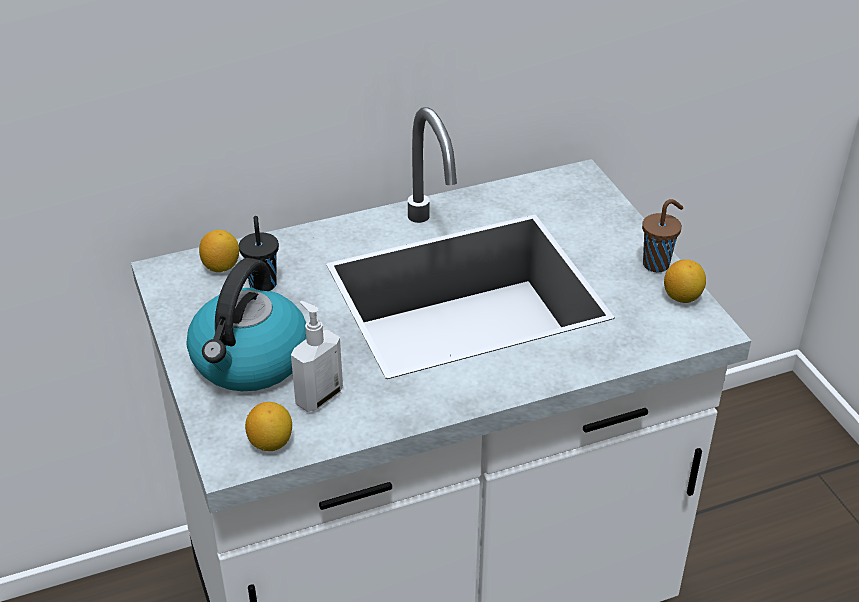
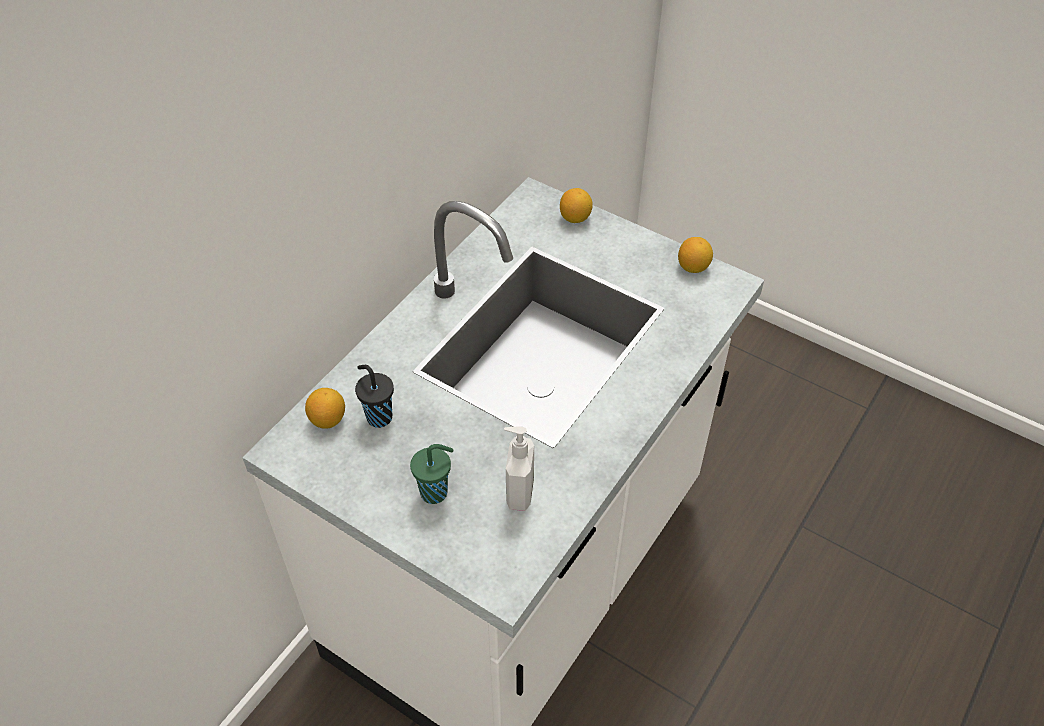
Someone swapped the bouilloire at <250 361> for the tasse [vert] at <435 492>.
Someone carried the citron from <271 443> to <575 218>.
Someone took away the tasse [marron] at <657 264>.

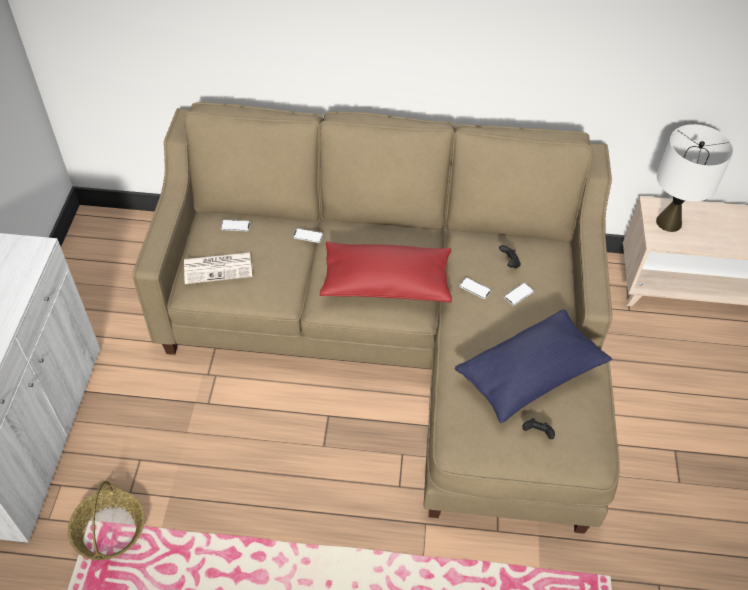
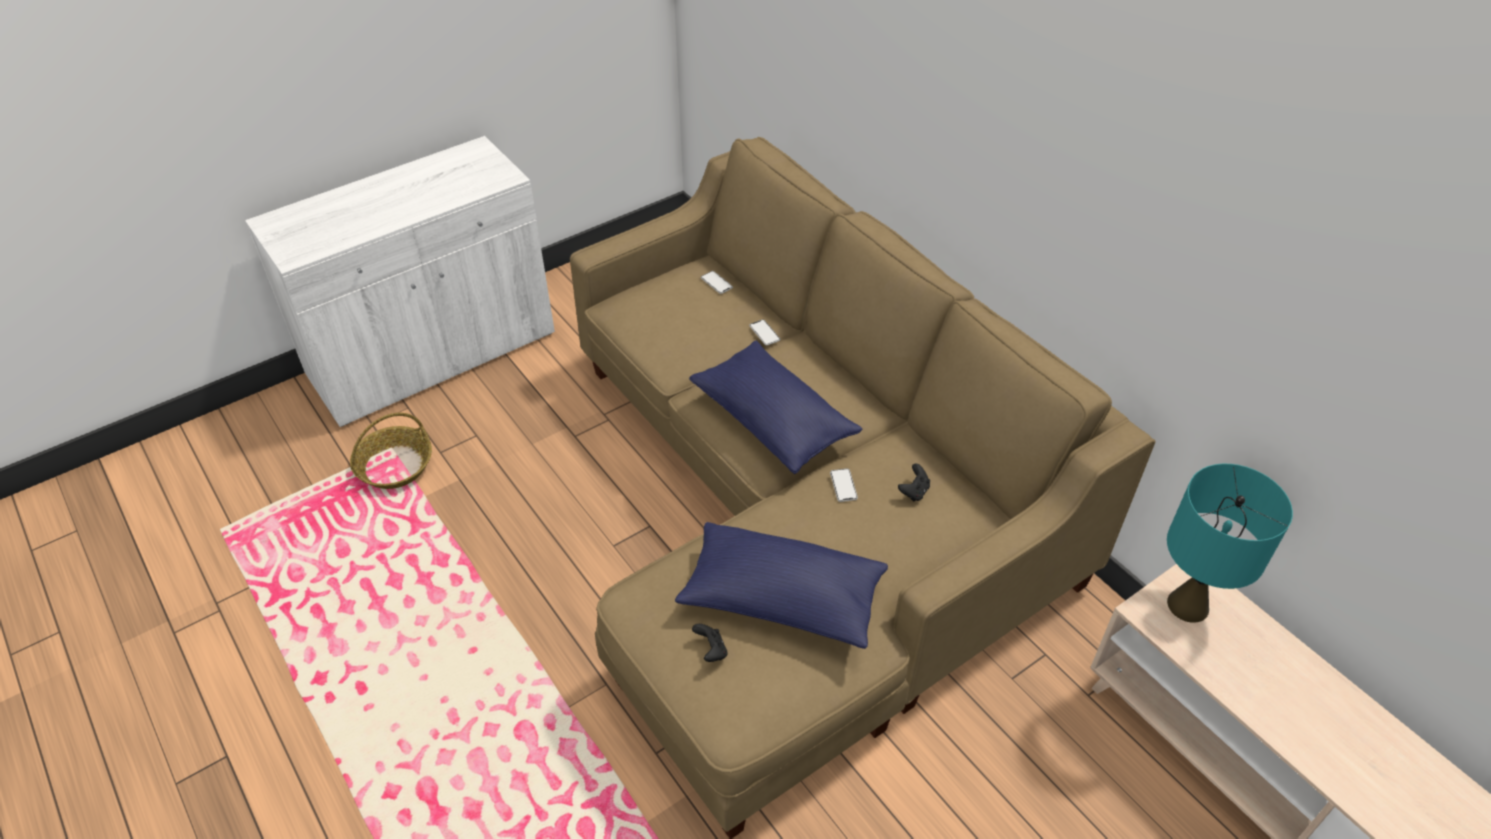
Someone repainted the coussin [rouge] at <386 283>, which became the coussin [bleu] at <773 421>.
Someone repainted the lampe de table [blanc] at <669 222>, which became the lampe de table [turquoise] at <1188 605>.
Someone took away the journal at <219 268>.
Someone took away the téléphone at <518 294>.

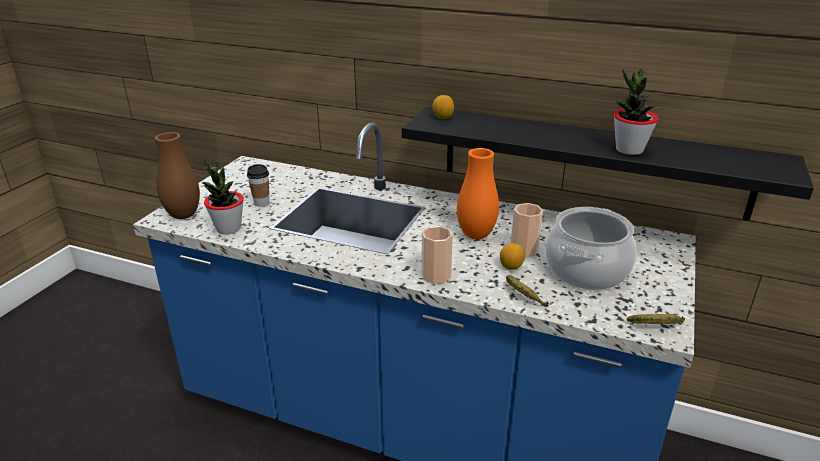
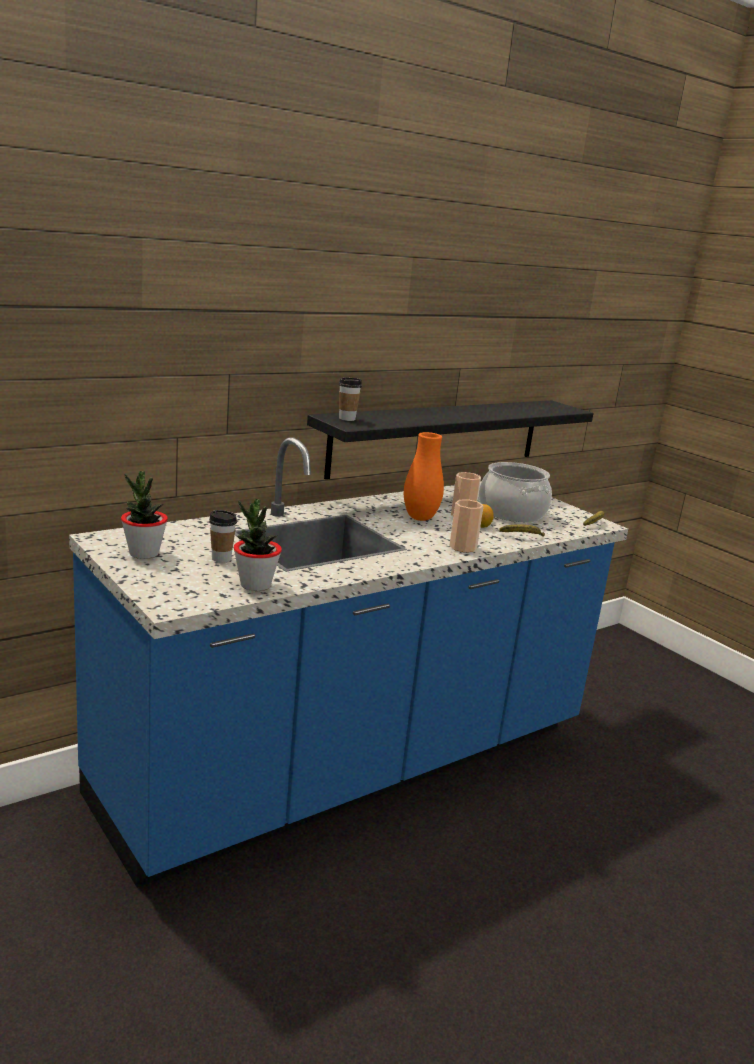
Someone carried the plante en pot from <629 150> to <144 554>.
Someone swapped the citron at <442 117> for the tasse at <347 419>.
Someone took away the vase [marron] at <183 215>.

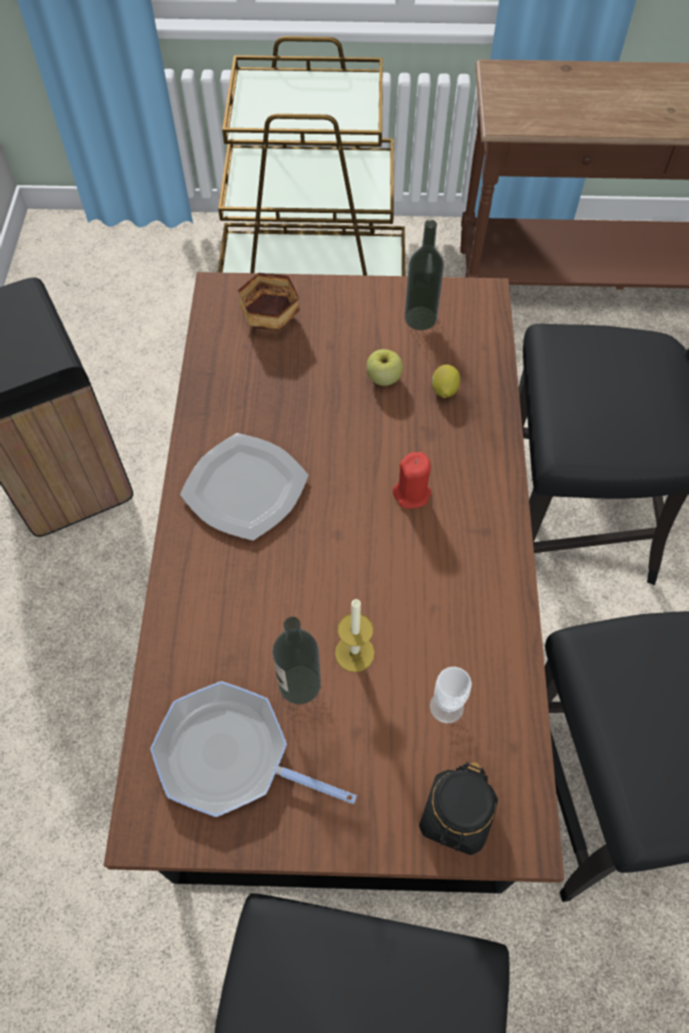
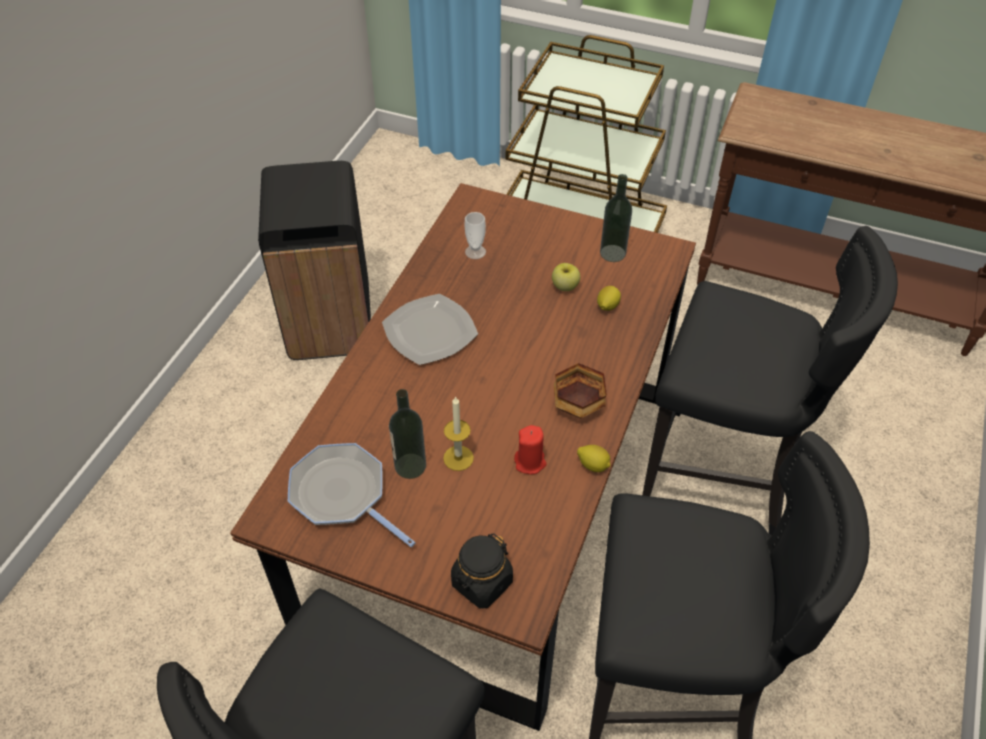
Someone carried the tasse from <446 706> to <475 252>.
Someone carried the bougie [rouge] from <412 494> to <530 462>.
Someone carried the bol from <272 319> to <579 405>.
Someone put down the citron at <593 465>.

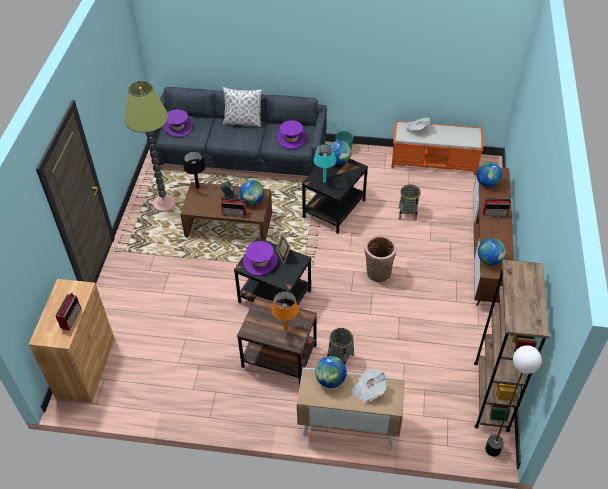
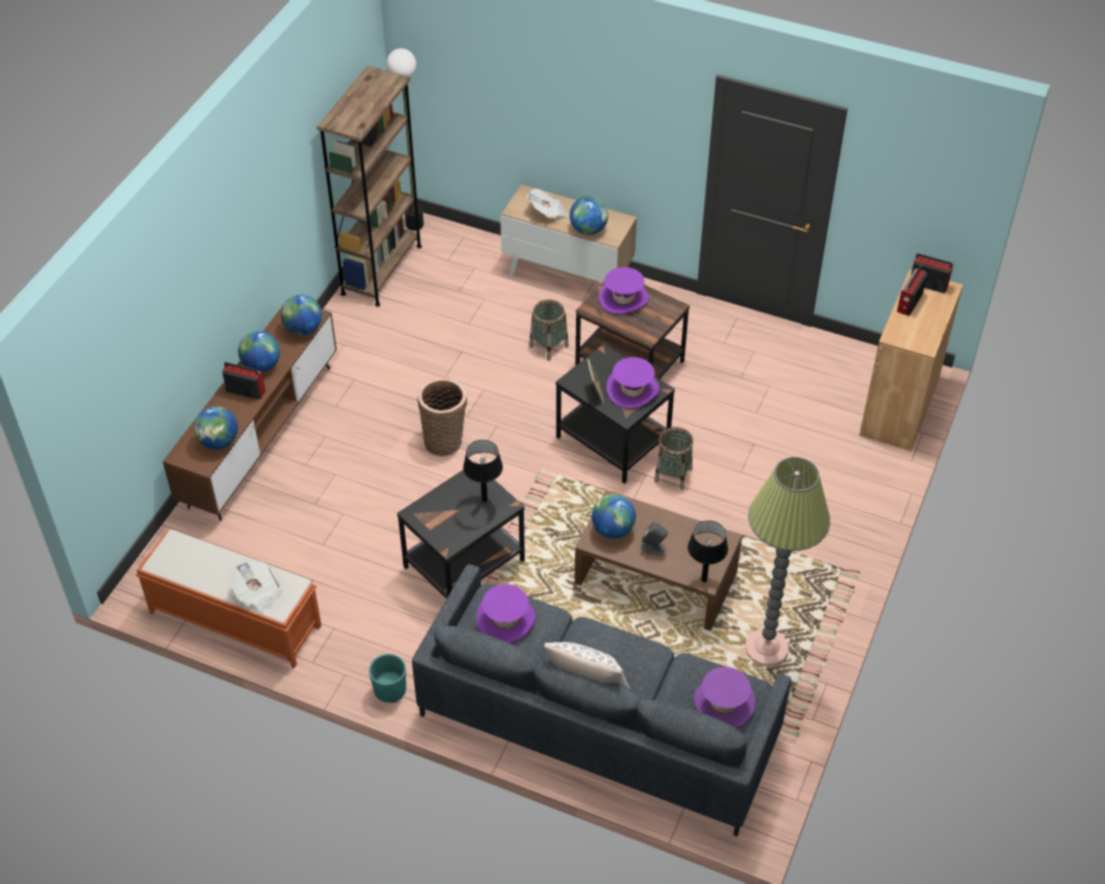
Someone carried the globe from <339 161> to <261 366>.
Someone repainted the lampe de table [turquoise] at <324 181>, which became the lampe de table [noir] at <484 500>.
Someone swapped the lampe de table [orange] at <285 329> for the chapeau [violet] at <623 298>.
Someone carried the panier from <407 213> to <673 475>.
Someone carried the radio from <235 213> to <927 284>.

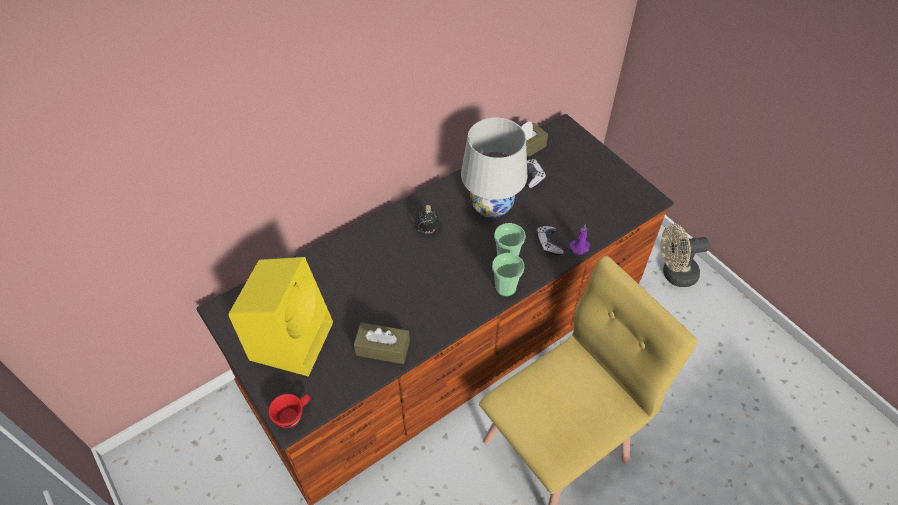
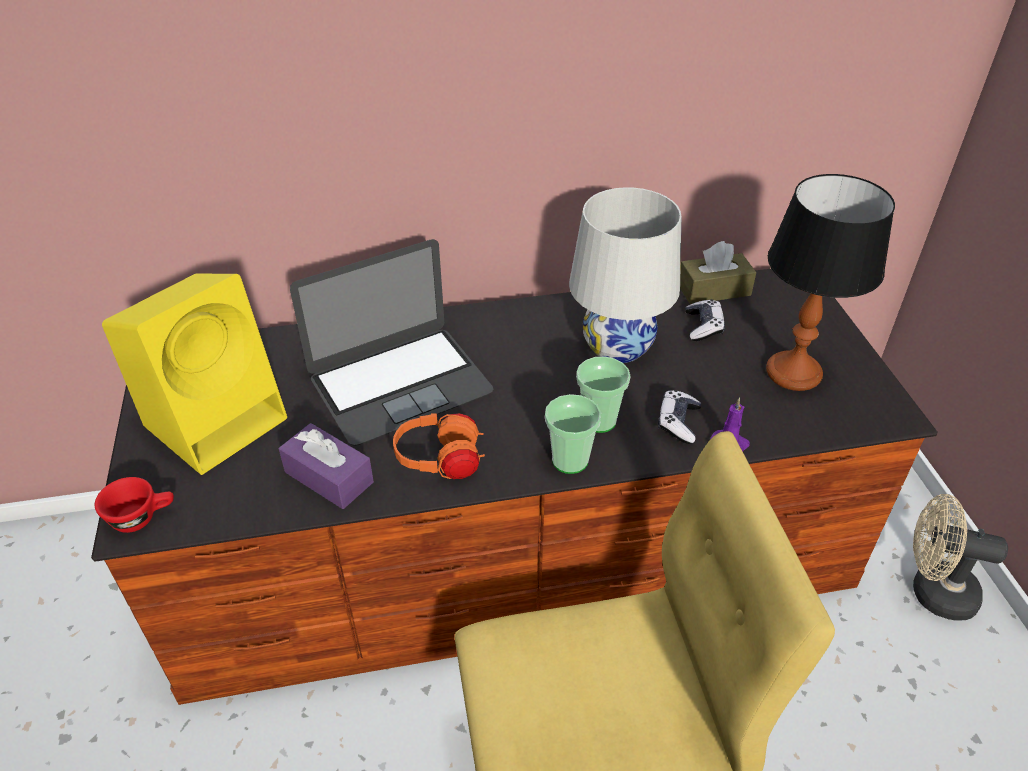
Someone repainted the boîte à mouchoirs [marron] at <382 348>, which became the boîte à mouchoirs [violet] at <329 477>.
Someone put down the ordinateur portable at <400 384>.
Someone put down the casque audio [orange] at <440 461>.
Someone put down the lampe de table at <793 372>.
Someone took away the mug [noir] at <428 228>.

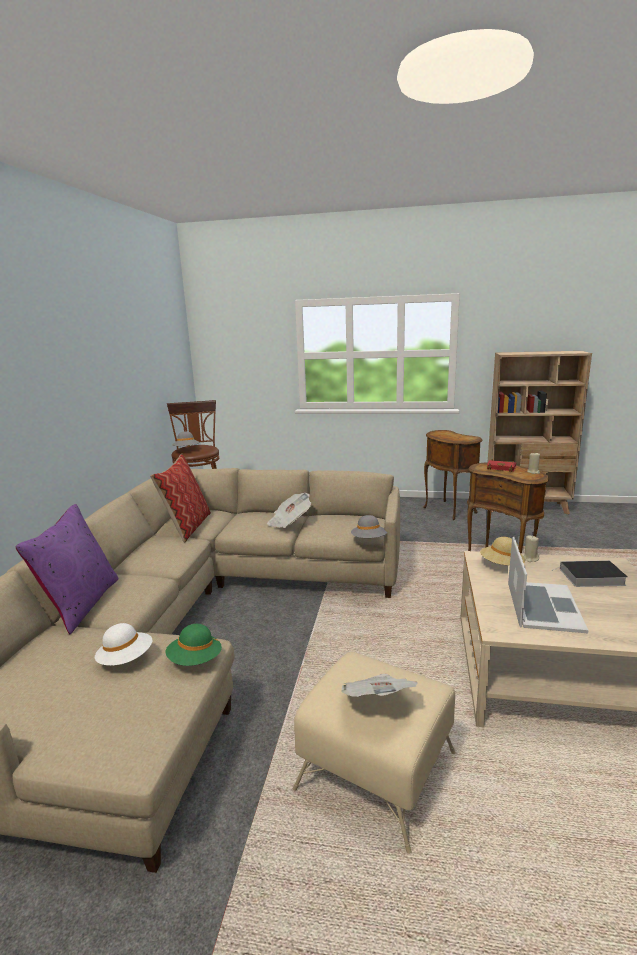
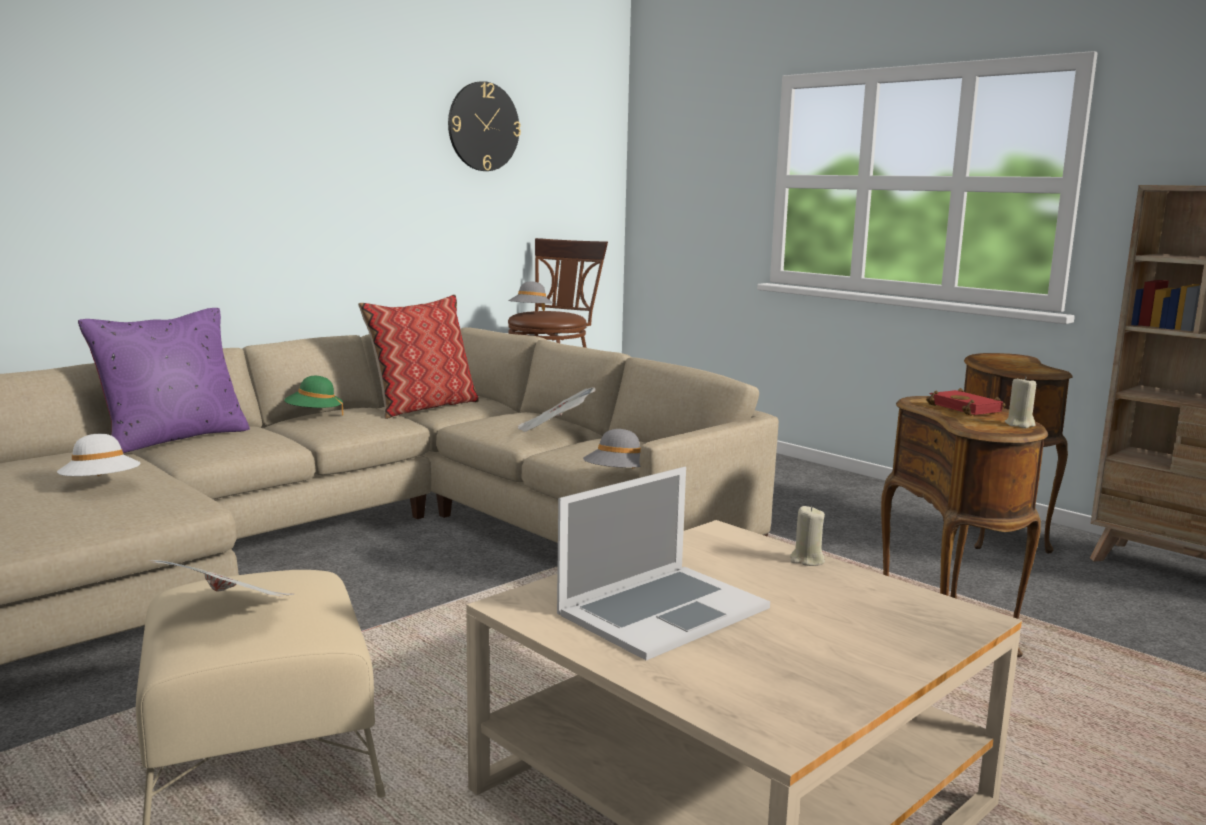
Someone carried the chapeau [vert] from <195 660> to <314 415>.
Someone put up the horloge murale at <483 126>.
Someone took away the chapeau [beige] at <501 565>.
Someone took away the livre at <590 577>.

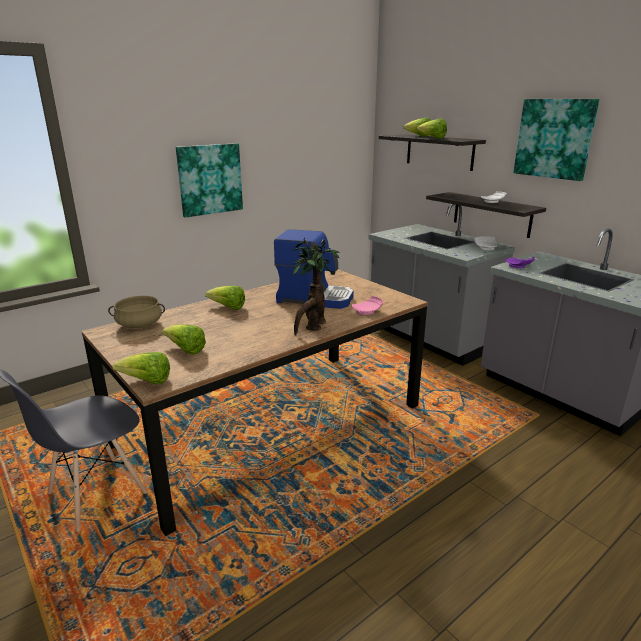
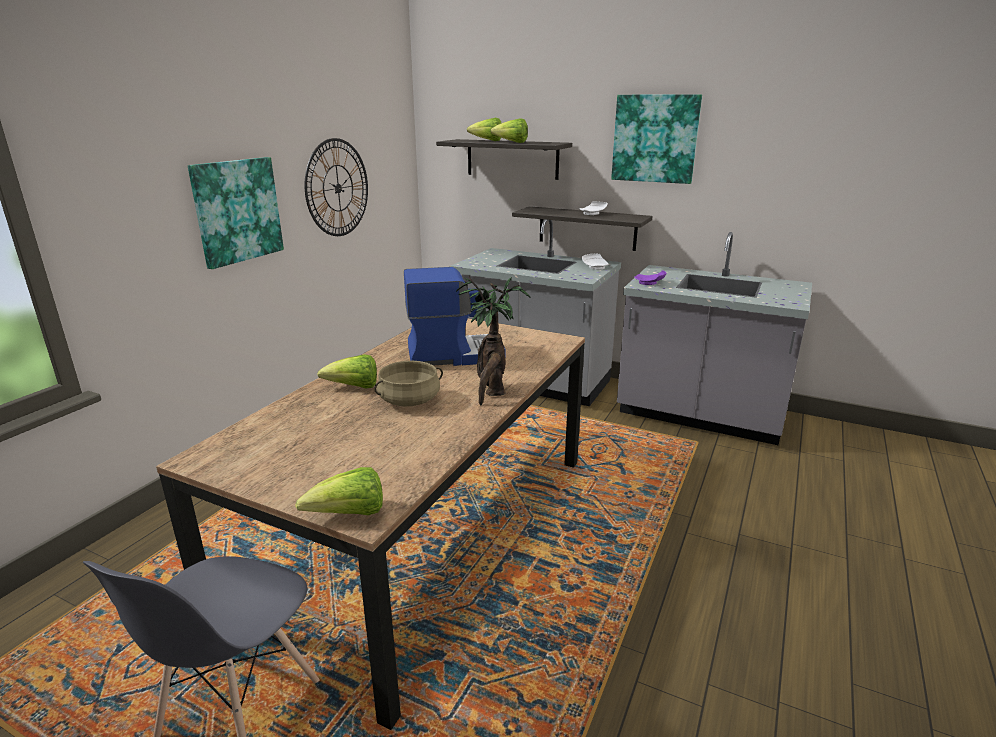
Someone put up the horloge murale at <337 188>.
Someone carried the marmite [beige] from <139 325> to <409 401>.
Someone took away the laitue at <186 350>.
Someone took away the assiette [rose] at <367 311>.

